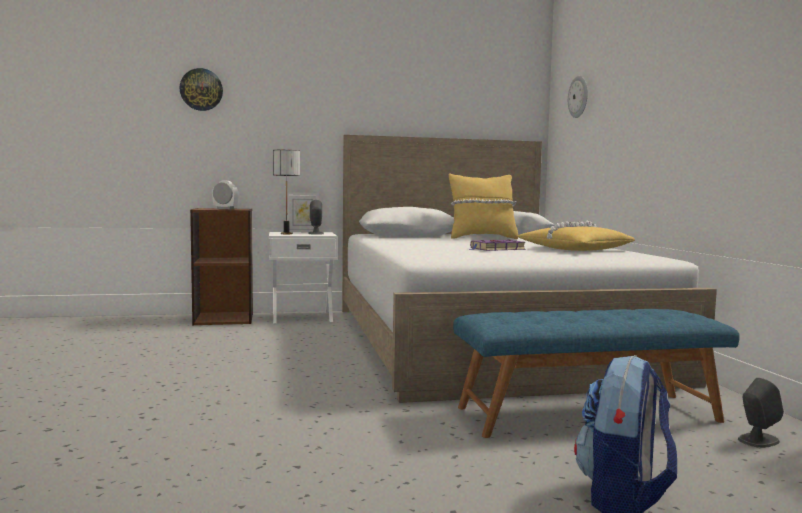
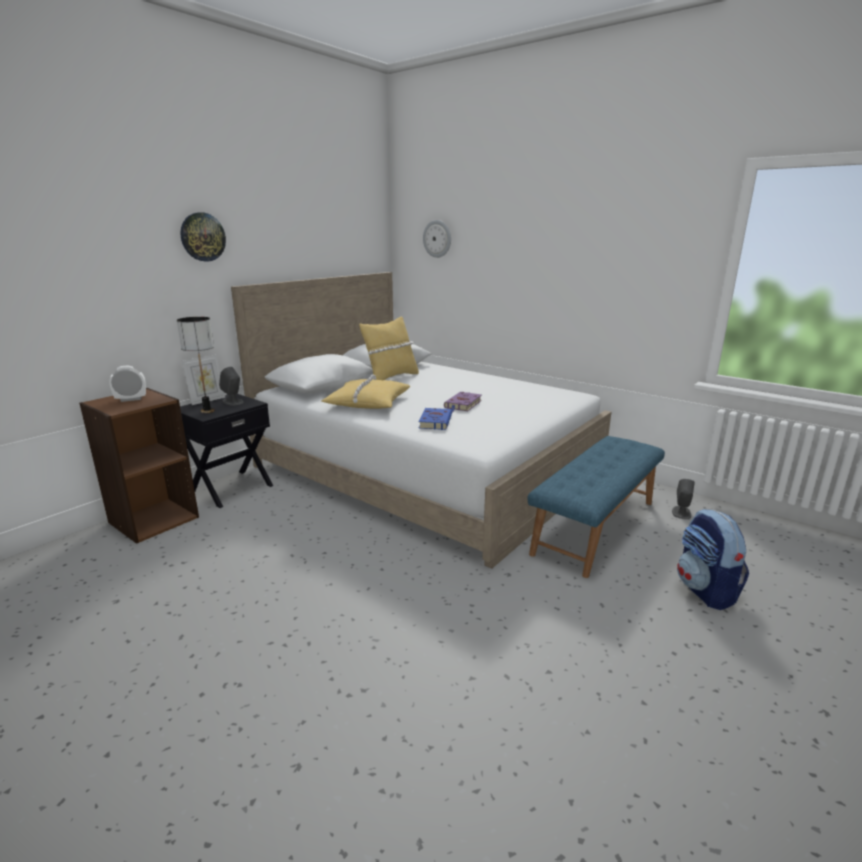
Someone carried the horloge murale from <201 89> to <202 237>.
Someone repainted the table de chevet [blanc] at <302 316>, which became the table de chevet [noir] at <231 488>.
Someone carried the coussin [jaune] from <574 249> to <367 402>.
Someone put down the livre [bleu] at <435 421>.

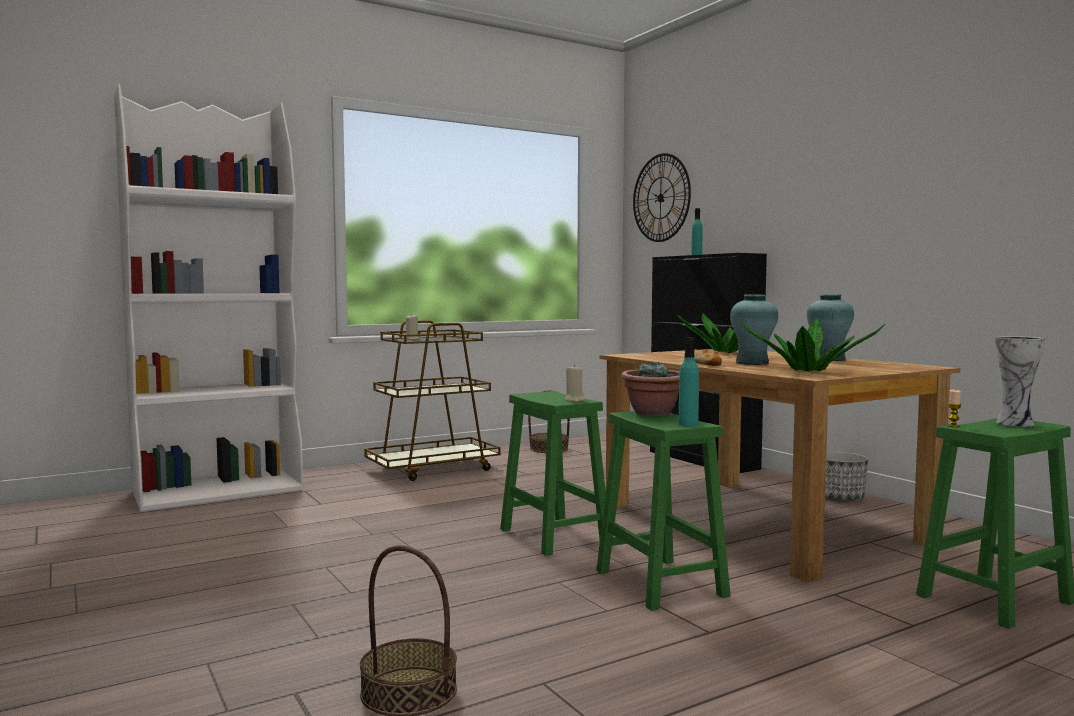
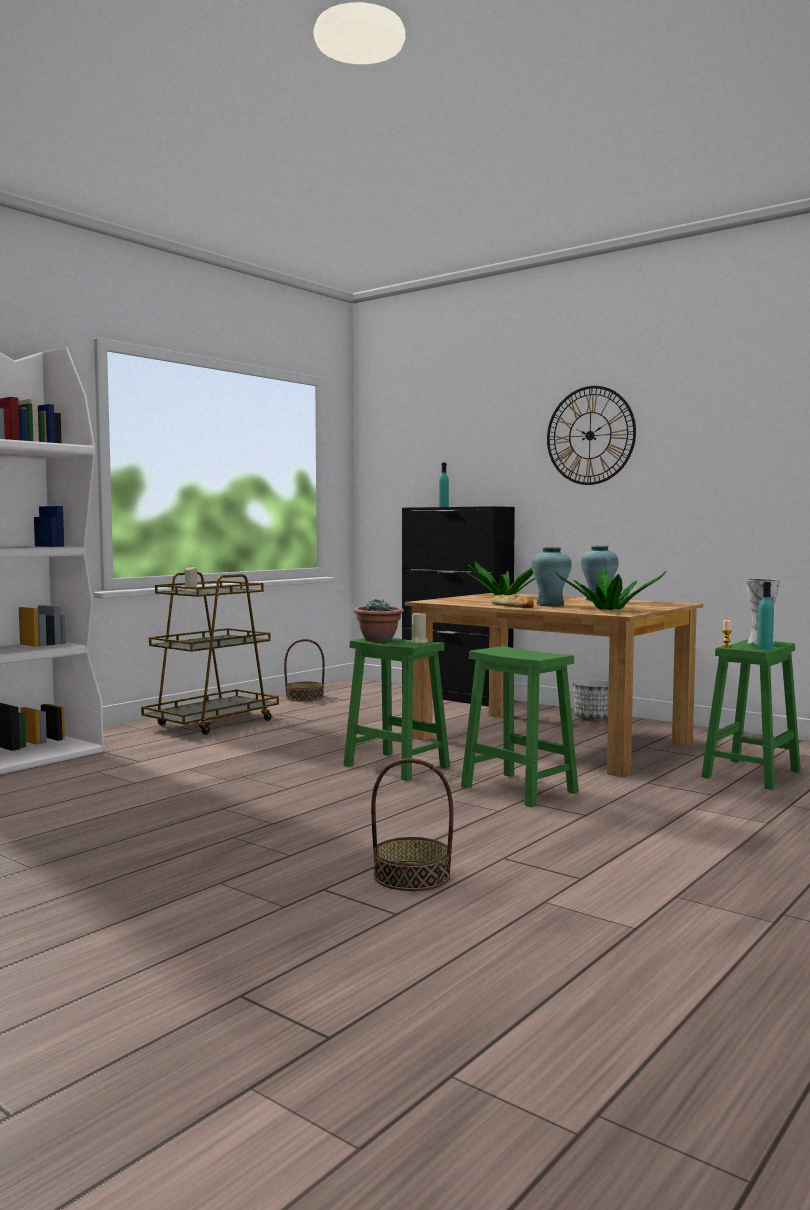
Someone carried the plante en pot from <653 413> to <378 639>.
Someone carried the horloge murale from <661 198> to <590 435>.
Someone carried the bouteille [turquoise] from <688 424> to <764 648>.

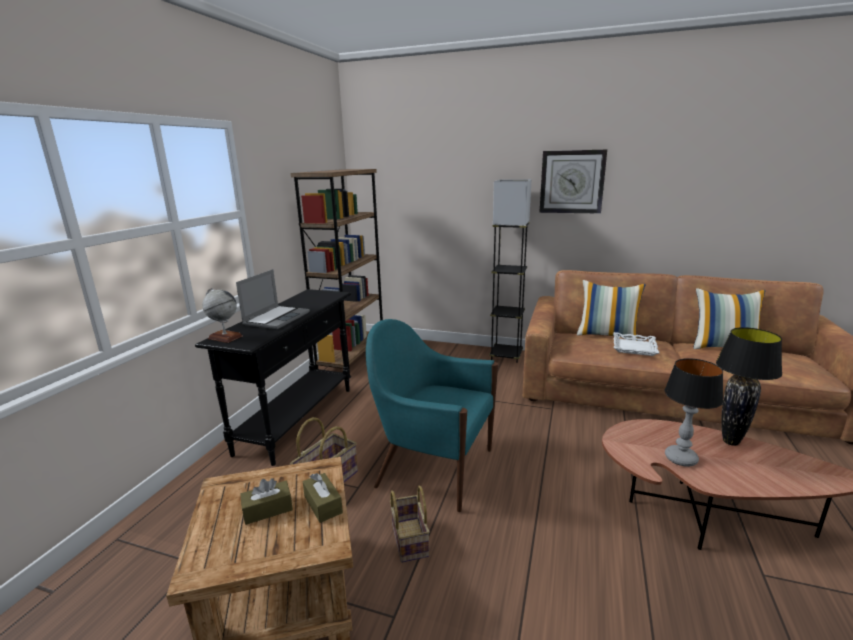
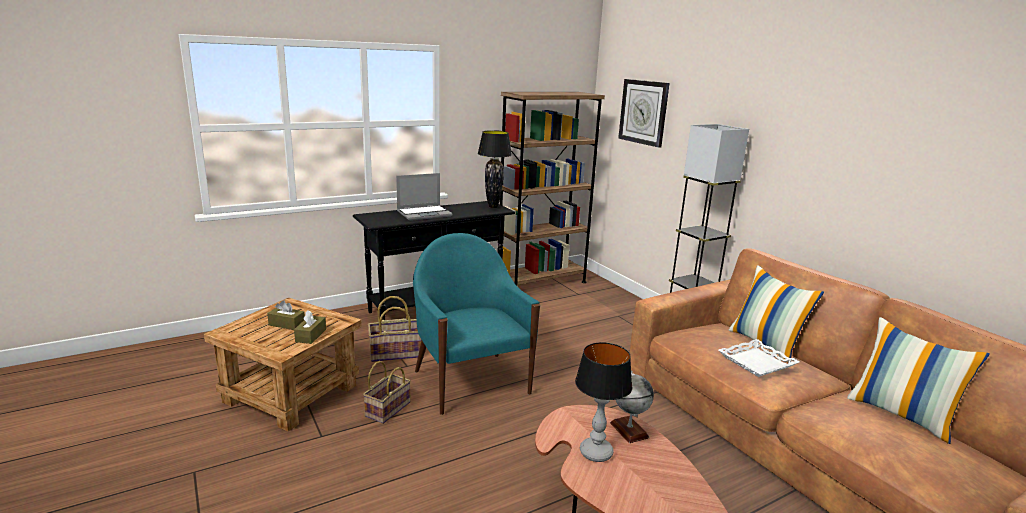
Someone carried the lampe de table [noir] from <730 441> to <493 207>.
Someone carried the globe from <225 337> to <629 430>.
Someone carried the horloge murale from <572 182> to <643 112>.

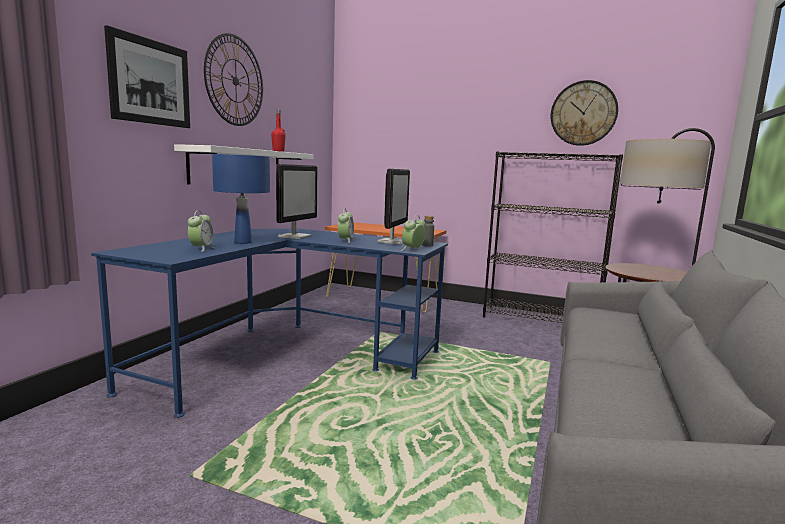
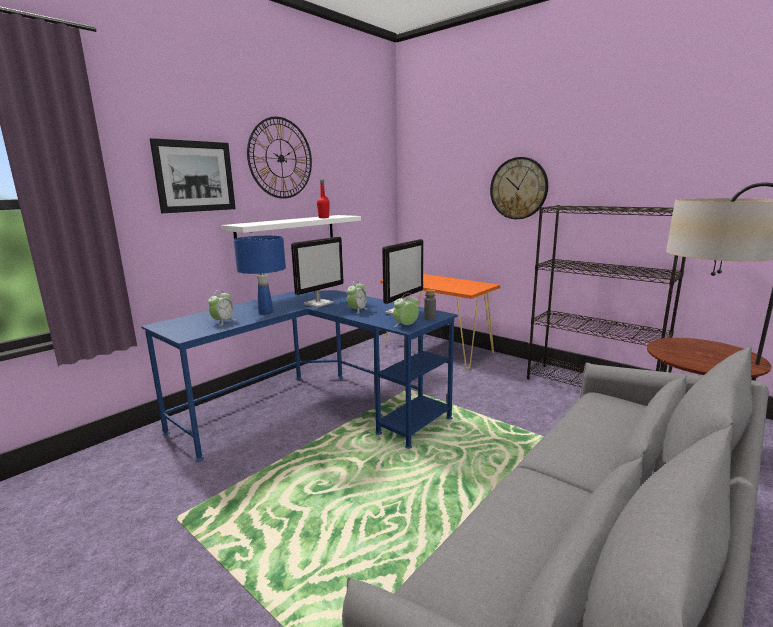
Someone carried the horloge murale from <583 113> to <518 188>.

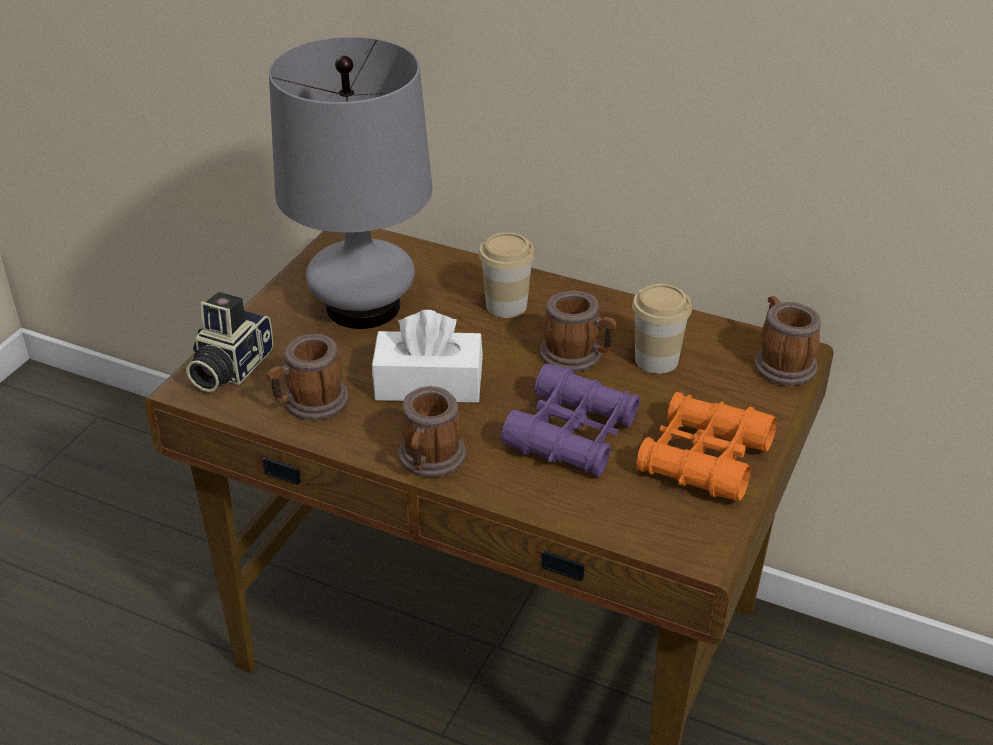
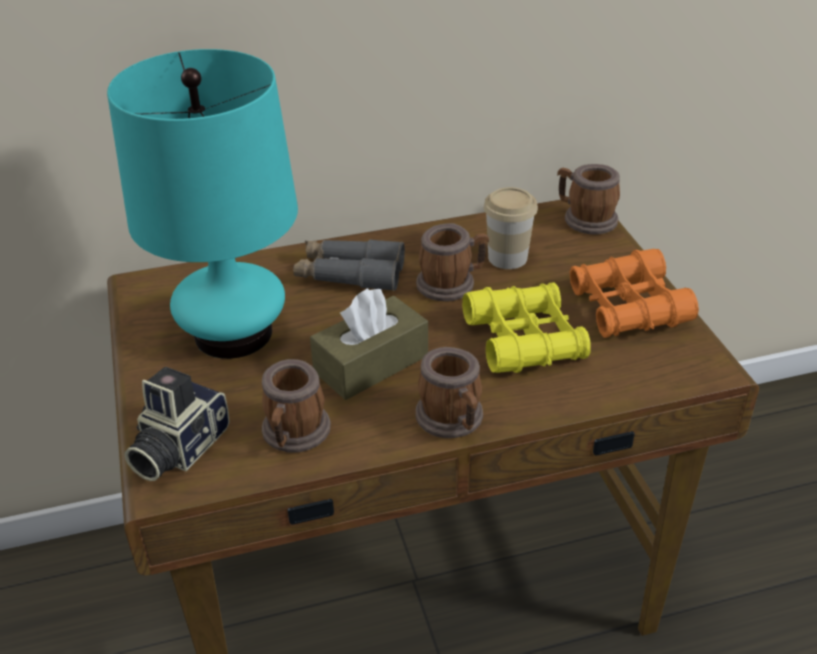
Someone repainted the lampe de table [gris] at <363 306>, which became the lampe de table [turquoise] at <233 333>.
Someone rotated the appareil photo at <228 368> by 45 degrees clockwise.
Someone swapped the tasse at <506 305> for the jumelles [gris] at <350 274>.
Someone repainted the boîte à mouchoirs [blanc] at <428 384>, which became the boîte à mouchoirs [marron] at <371 364>.
Someone repainted the jumelles [violet] at <572 434>, which became the jumelles [jaune] at <524 339>.

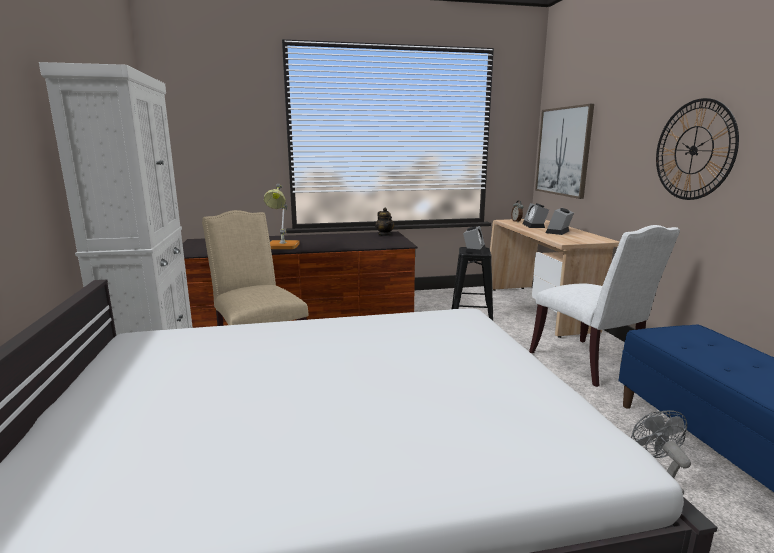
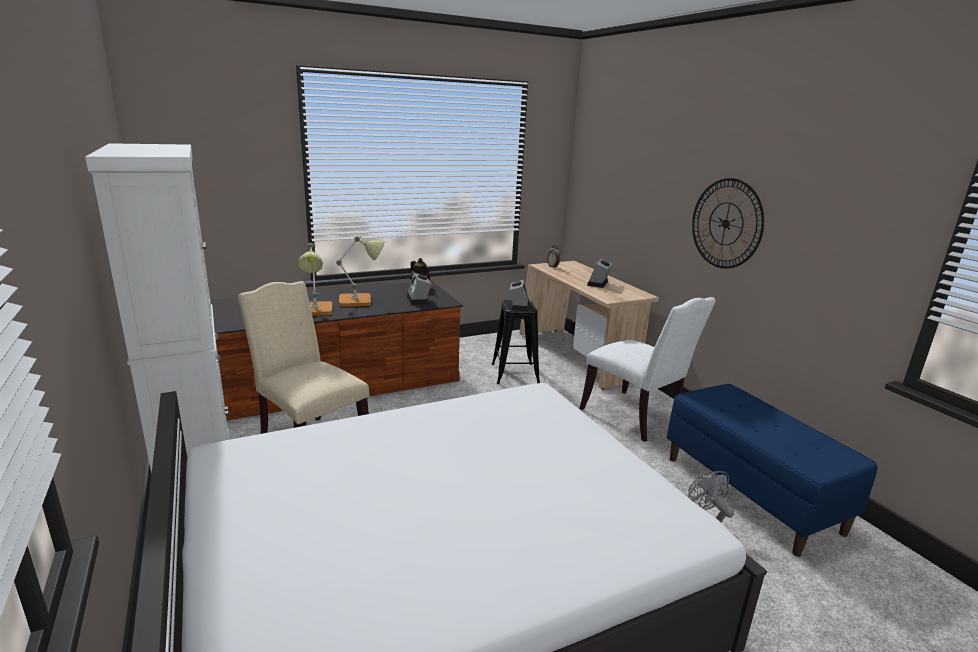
Someone put down the lampe de table at <360 301>.
Someone carried the réveil from <535 226> to <418 300>.
Someone took away the tableau at <563 151>.

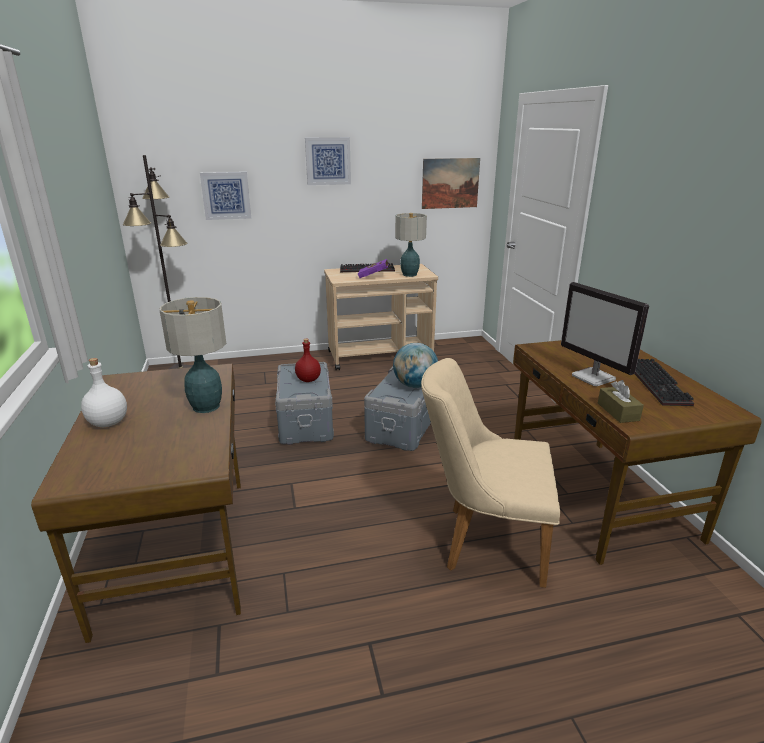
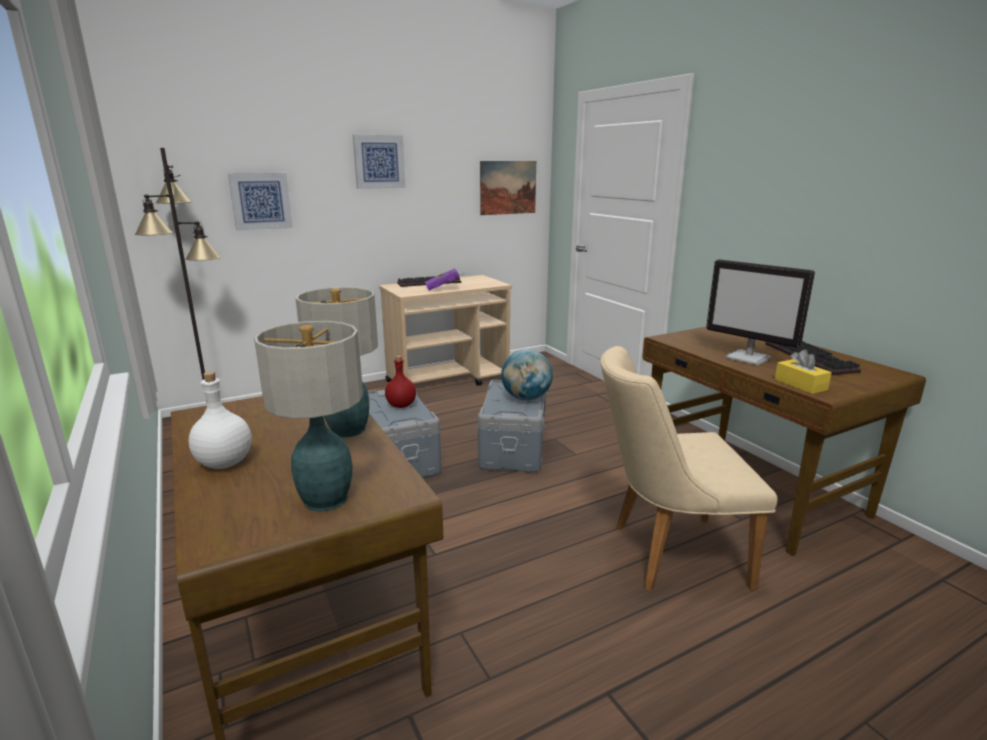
Someone carried the lampe de table from <409 275> to <326 500>.
Someone repainted the boîte à mouchoirs [marron] at <618 412>, which became the boîte à mouchoirs [jaune] at <800 384>.

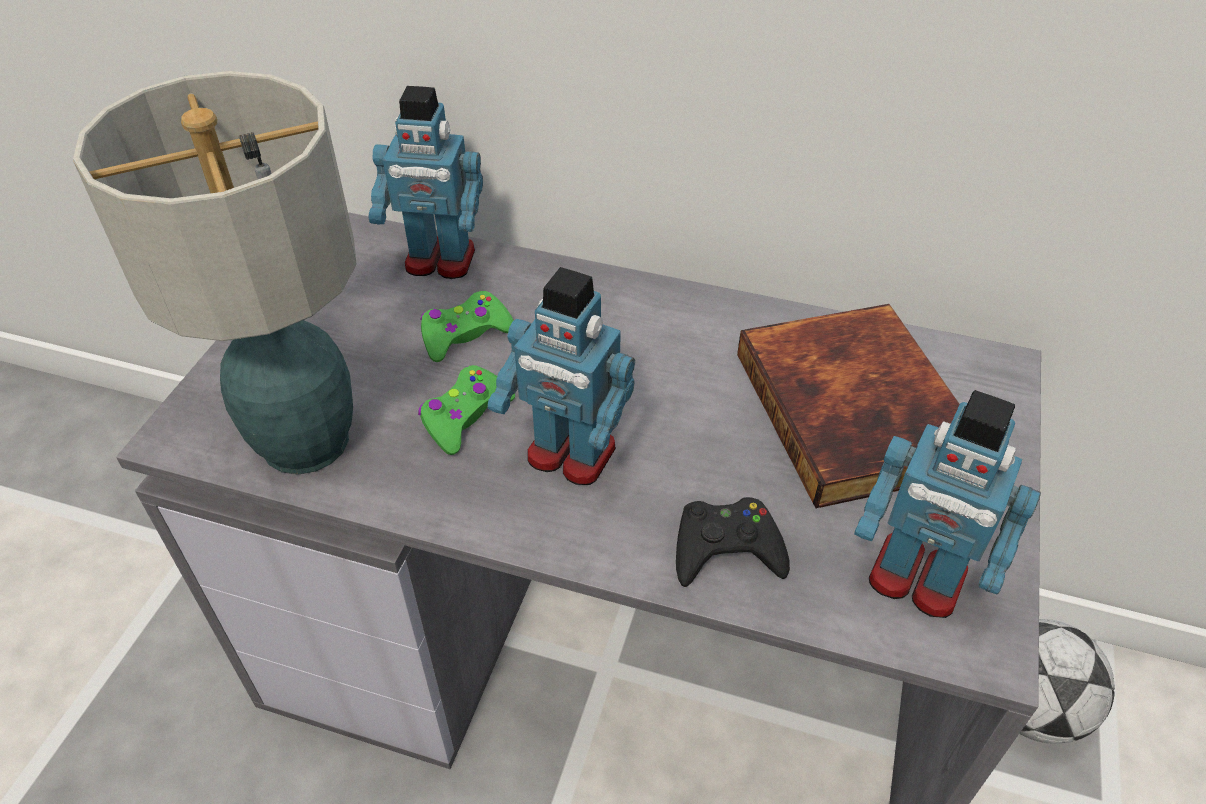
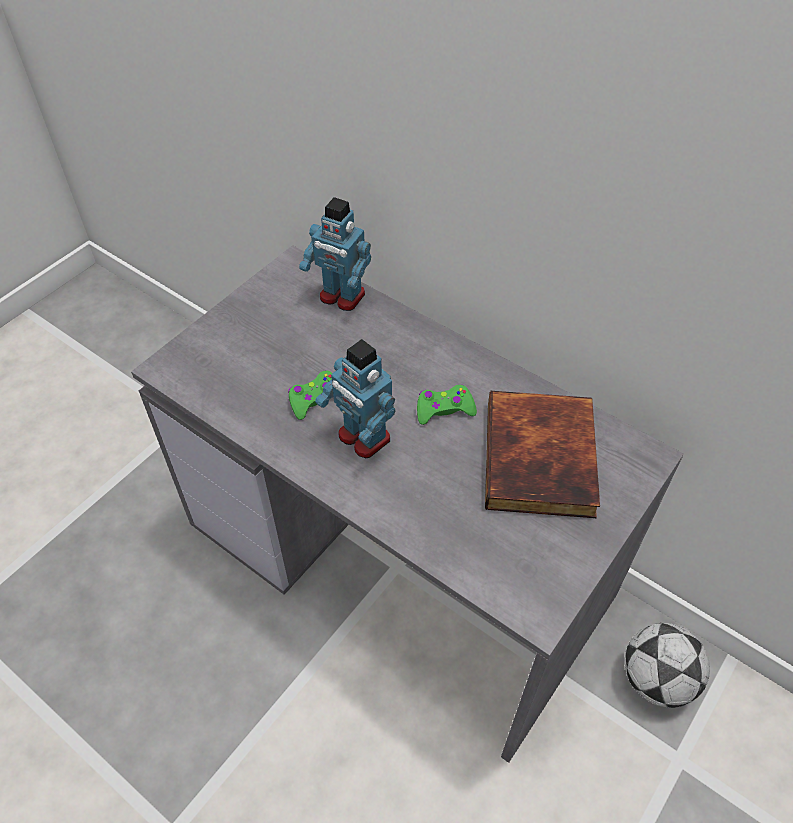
Someone carried the manette [vert] from <465 334> to <444 409>.
Someone took away the lampe de table at <307 439>.
Someone took away the manette [noir] at <726 549>.
Someone took away the robot jouet at <916 579>.

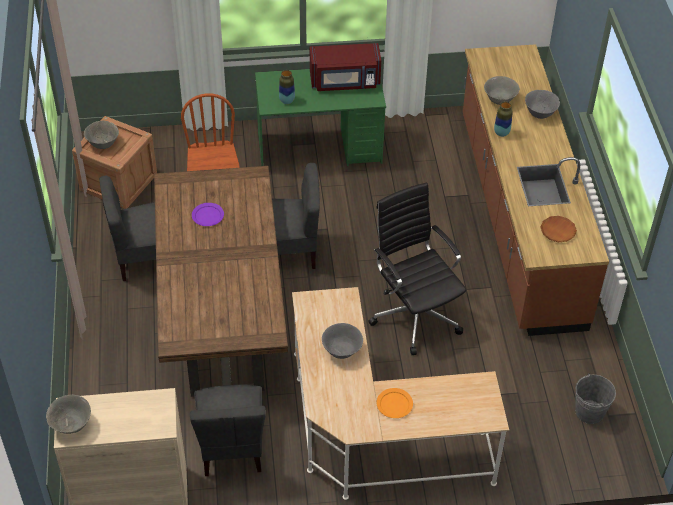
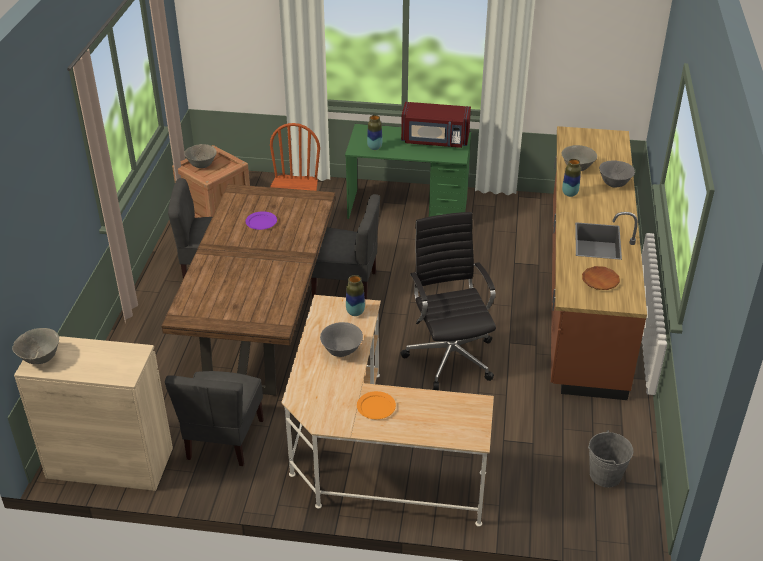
Someone put down the vase at <355 312>.

